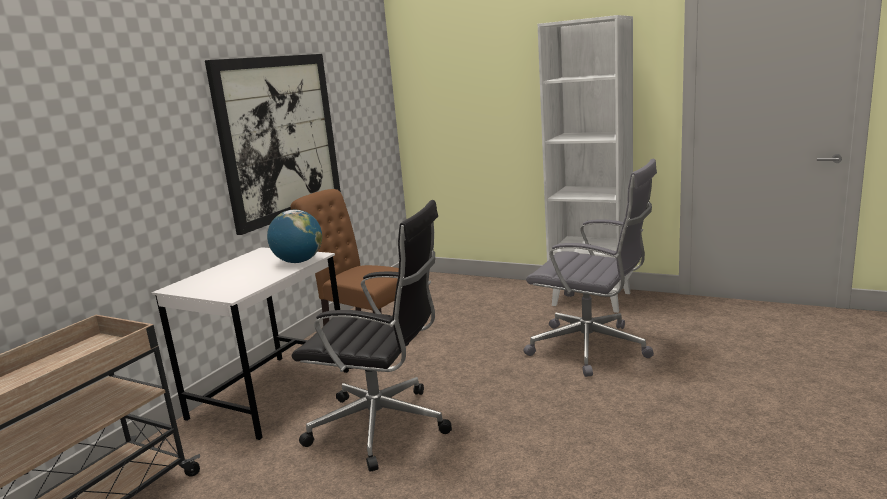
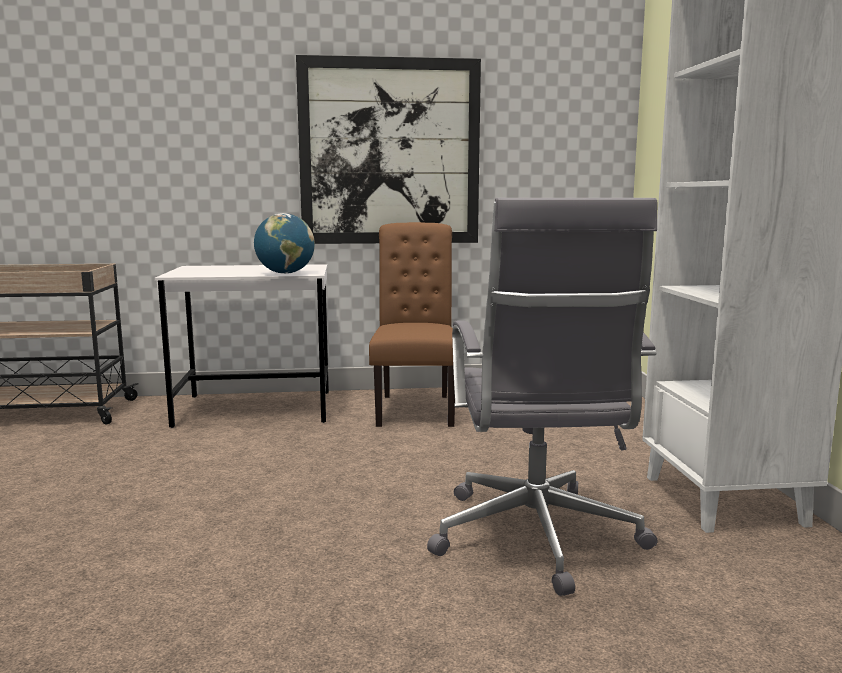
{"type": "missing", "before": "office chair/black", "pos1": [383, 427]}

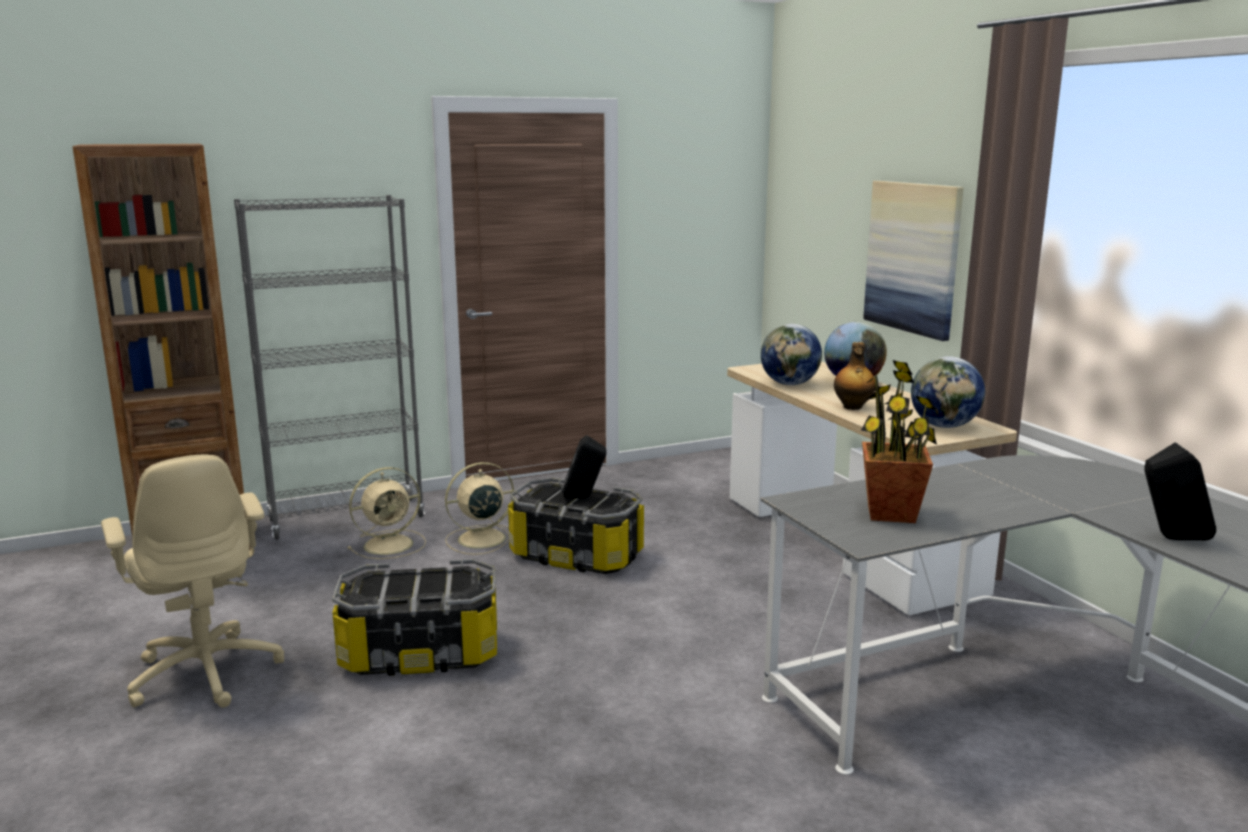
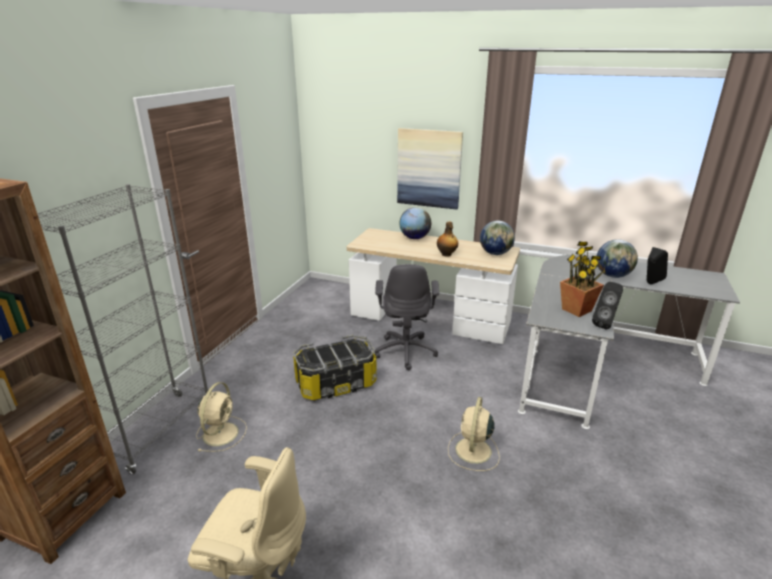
{"type": "appeared", "after": "office chair/grey", "pos2": [406, 351]}
{"type": "relocated", "before": "fan/beige", "pos1": [479, 539], "pos2": [473, 451]}
{"type": "relocated", "before": "speaker/black", "pos1": [584, 498], "pos2": [605, 324]}
{"type": "relocated", "before": "globe", "pos1": [790, 384], "pos2": [613, 276]}
{"type": "missing", "before": "storage box", "pos1": [421, 653]}

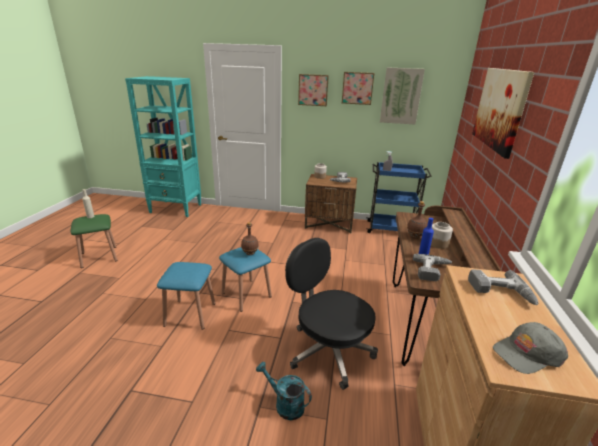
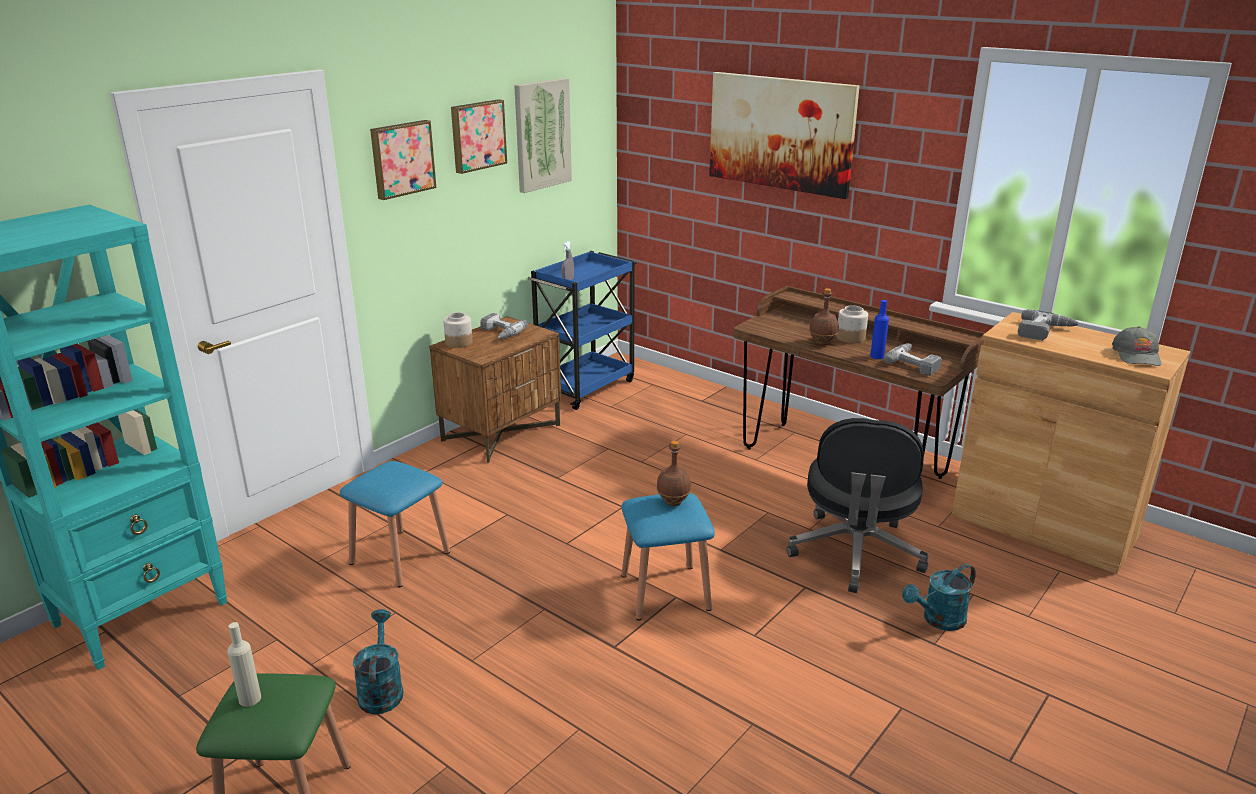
{"type": "relocated", "before": "stool/blue", "pos1": [190, 314], "pos2": [400, 557]}
{"type": "appeared", "after": "watering can/turquoise", "pos2": [381, 689]}
{"type": "spun", "before": "office chair/black", "pos1": [328, 350], "pos2": [855, 553], "turn": -60}

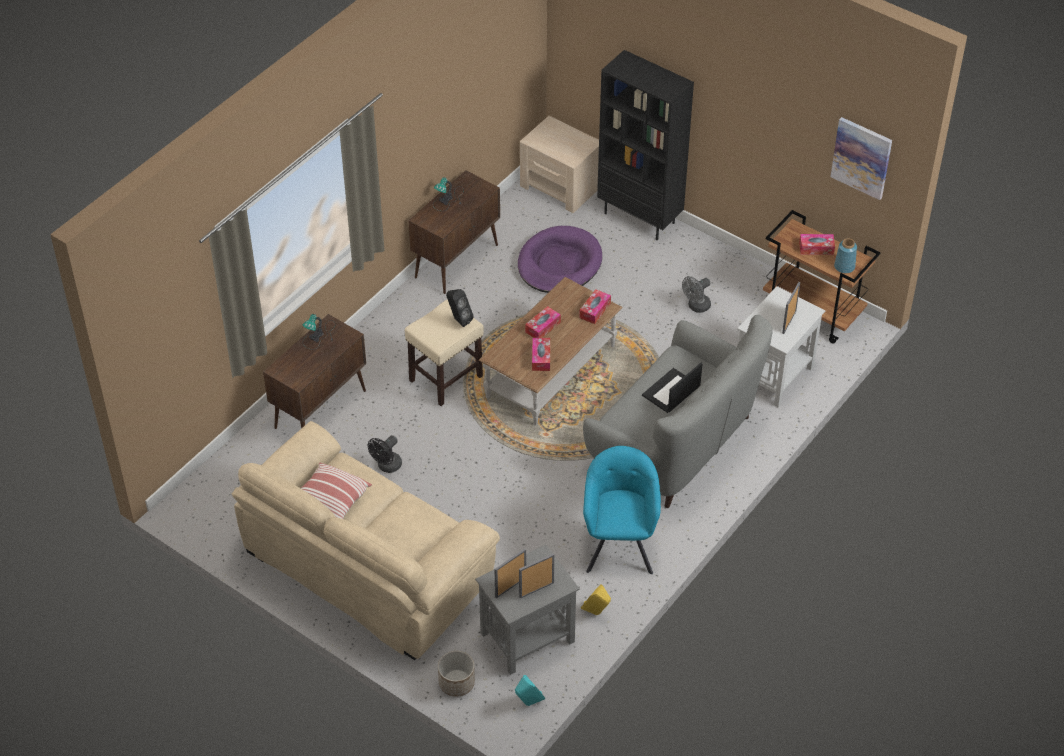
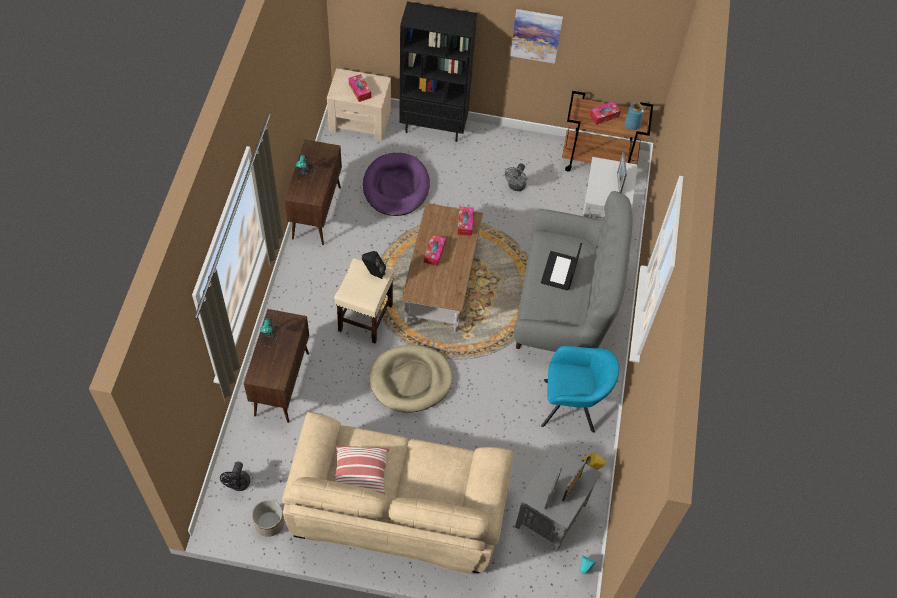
{"type": "relocated", "before": "fan/black", "pos1": [387, 466], "pos2": [238, 485]}
{"type": "relocated", "before": "planter", "pos1": [456, 683], "pos2": [269, 523]}
{"type": "relocated", "before": "tissue box", "pos1": [541, 358], "pos2": [360, 91]}
{"type": "appeared", "after": "dog bed/beige", "pos2": [410, 380]}
{"type": "relocated", "before": "picture", "pos1": [861, 157], "pos2": [536, 35]}
{"type": "spun", "before": "armchair/turquoise", "pos1": [619, 543], "pos2": [572, 405], "turn": 120}

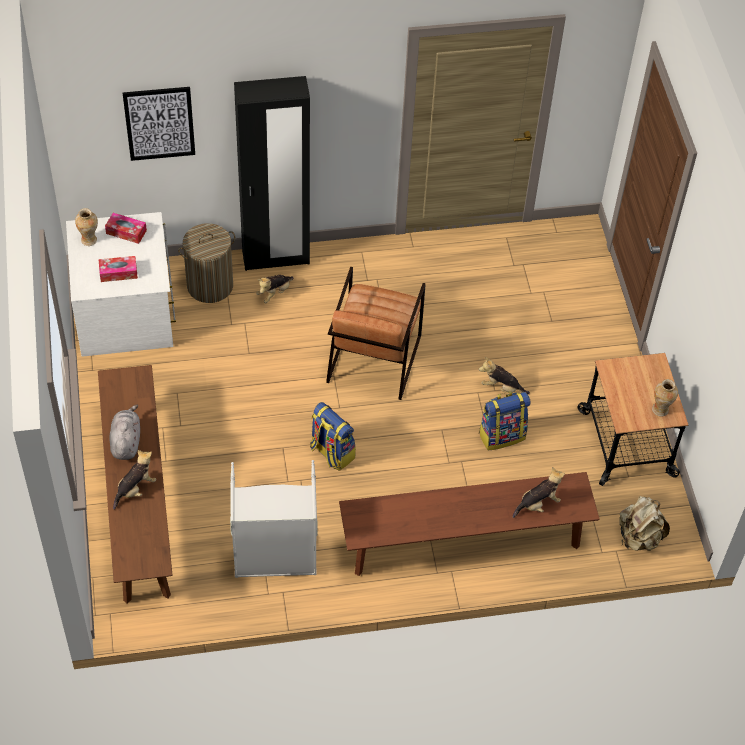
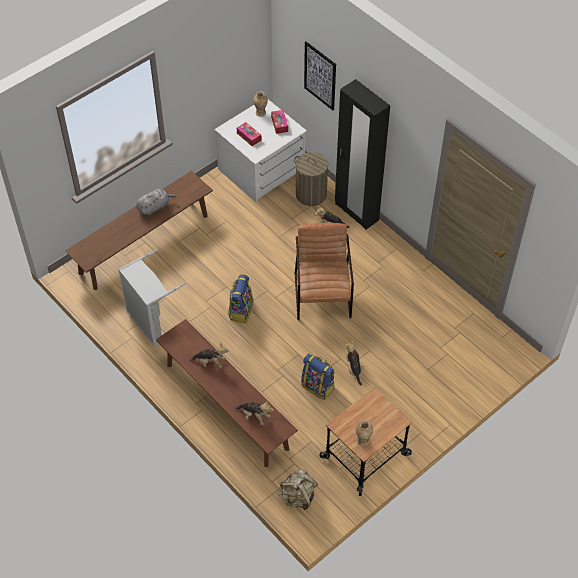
{"type": "relocated", "before": "plush toy", "pos1": [135, 489], "pos2": [210, 362]}
{"type": "spun", "before": "armchair/brown", "pos1": [373, 358], "pos2": [323, 295], "turn": 105}

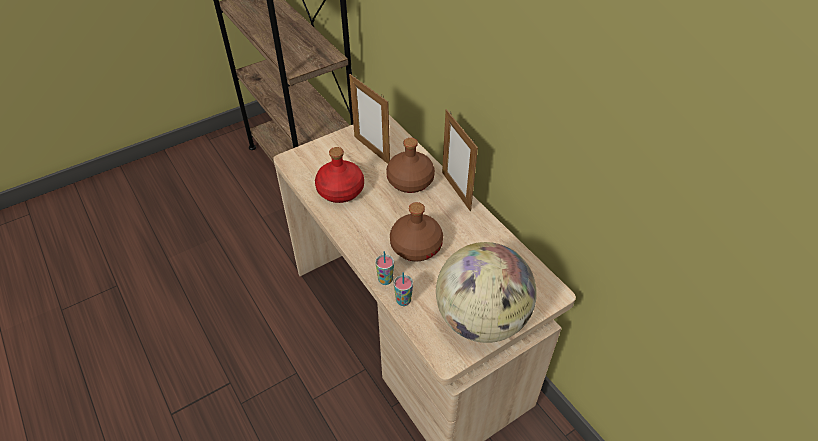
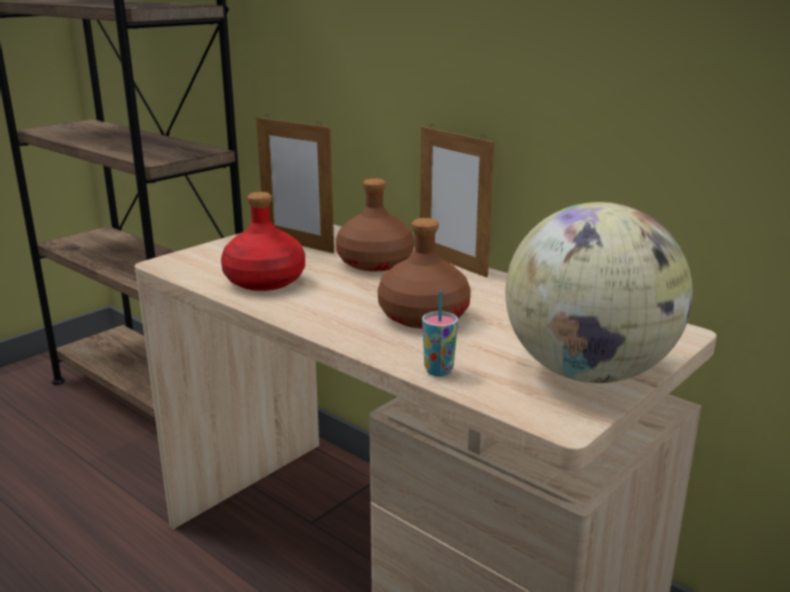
{"type": "missing", "before": "cup", "pos1": [385, 280]}

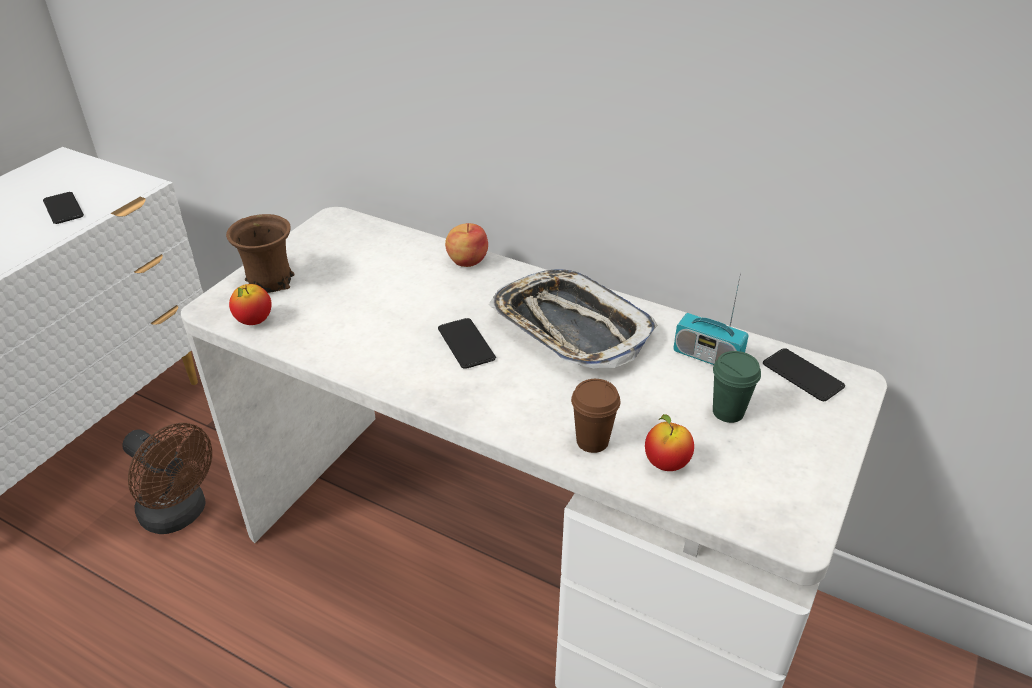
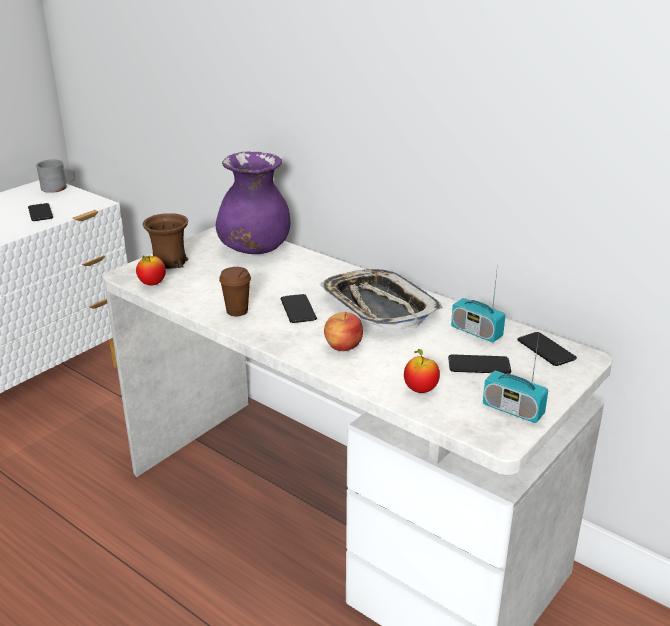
{"type": "appeared", "after": "mug/grey", "pos2": [58, 188]}
{"type": "appeared", "after": "vase/purple", "pos2": [254, 250]}
{"type": "relocated", "before": "cup/brown", "pos1": [592, 441], "pos2": [237, 311]}
{"type": "relocated", "before": "apple", "pos1": [467, 260], "pos2": [343, 346]}
{"type": "exchanged", "before": "cup/green", "after": "phone", "pos1": [728, 412], "pos2": [479, 365]}
{"type": "appeared", "after": "radio", "pos2": [513, 410]}
{"type": "missing", "before": "fan/brown", "pos1": [180, 514]}

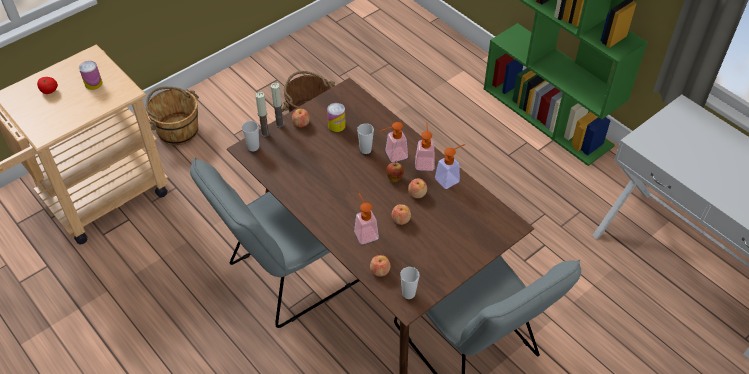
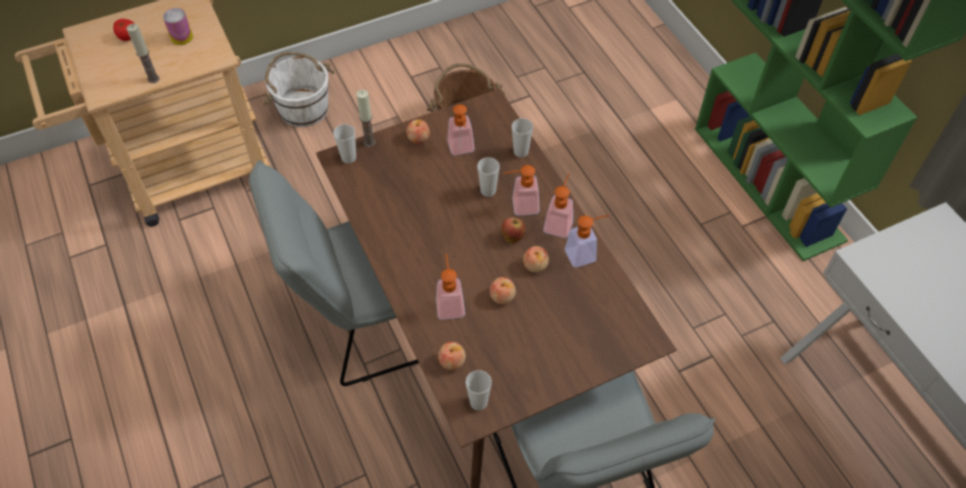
{"type": "relocated", "before": "candle", "pos1": [279, 124], "pos2": [153, 79]}
{"type": "colour", "before": "bucket/brown", "after": "bucket/white", "pos1": [177, 130], "pos2": [303, 108]}
{"type": "exchanged", "before": "can", "after": "soap dispenser", "pos1": [336, 125], "pos2": [462, 150]}
{"type": "appeared", "after": "cup", "pos2": [521, 152]}

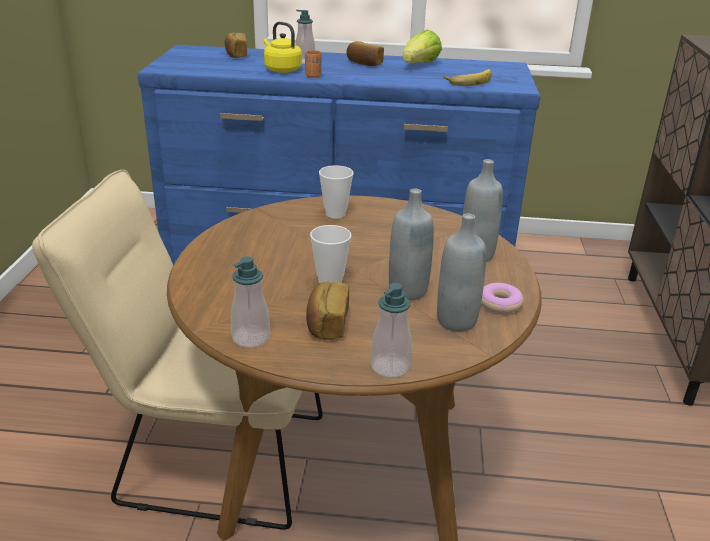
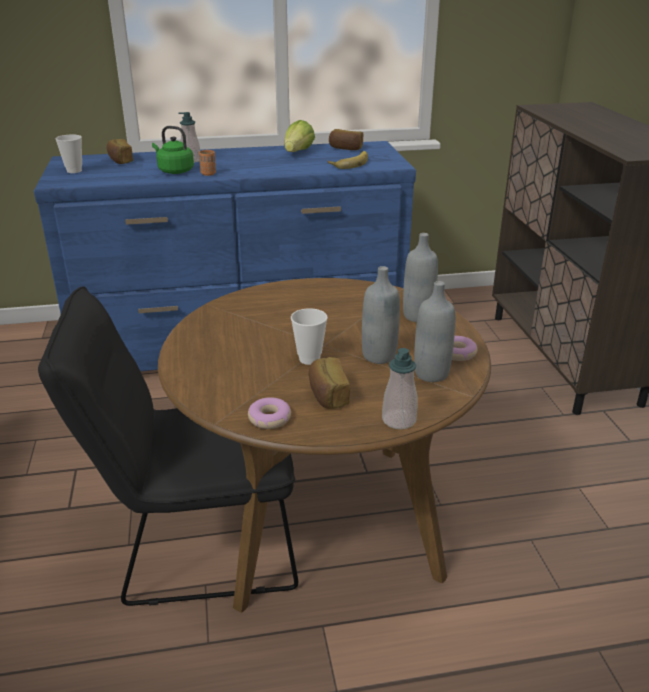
{"type": "colour", "before": "chair/beige", "after": "chair/black", "pos1": [209, 457], "pos2": [196, 543]}
{"type": "relocated", "before": "cup", "pos1": [335, 214], "pos2": [74, 171]}
{"type": "colour", "before": "kettle/yellow", "after": "kettle/green", "pos1": [281, 70], "pos2": [174, 171]}
{"type": "exchanged", "before": "soap dispenser", "after": "donut", "pos1": [251, 337], "pos2": [269, 419]}
{"type": "relocated", "before": "bread", "pos1": [364, 63], "pos2": [345, 148]}

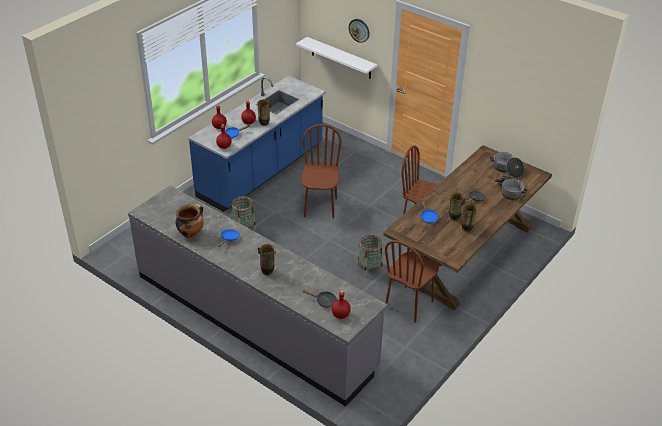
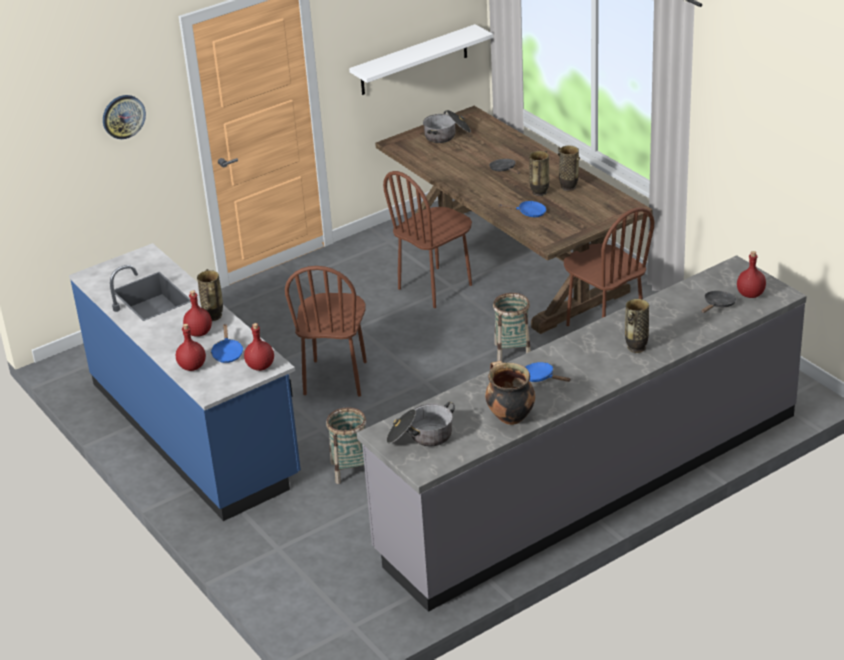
{"type": "spun", "before": "chair/brown", "pos1": [320, 207], "pos2": [336, 378], "turn": -105}
{"type": "relocated", "before": "shelf/white", "pos1": [341, 58], "pos2": [414, 60]}
{"type": "relocated", "before": "cooking pot", "pos1": [508, 191], "pos2": [420, 436]}

